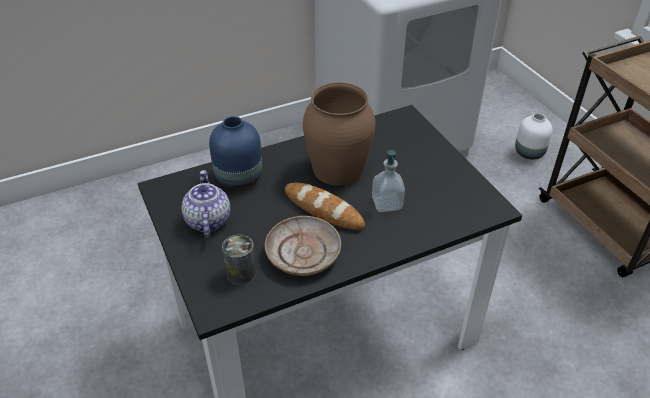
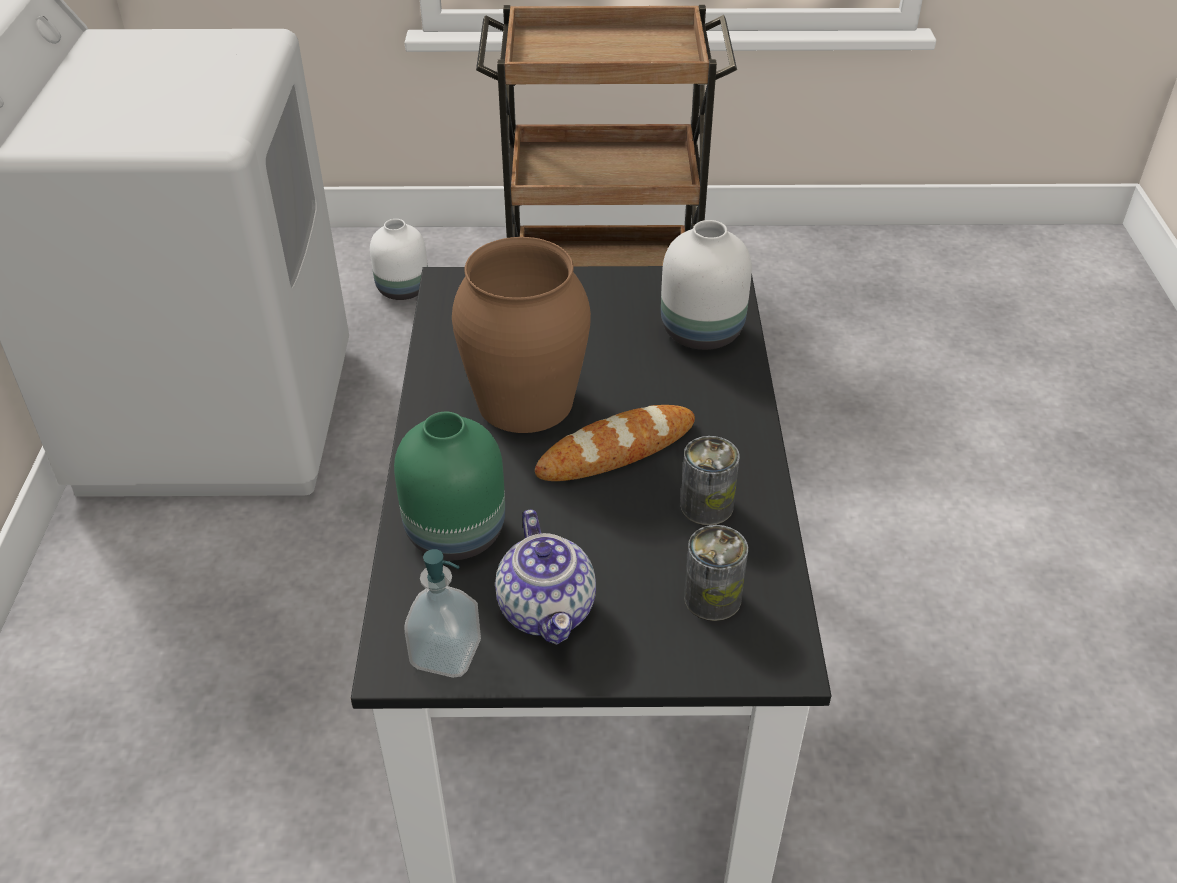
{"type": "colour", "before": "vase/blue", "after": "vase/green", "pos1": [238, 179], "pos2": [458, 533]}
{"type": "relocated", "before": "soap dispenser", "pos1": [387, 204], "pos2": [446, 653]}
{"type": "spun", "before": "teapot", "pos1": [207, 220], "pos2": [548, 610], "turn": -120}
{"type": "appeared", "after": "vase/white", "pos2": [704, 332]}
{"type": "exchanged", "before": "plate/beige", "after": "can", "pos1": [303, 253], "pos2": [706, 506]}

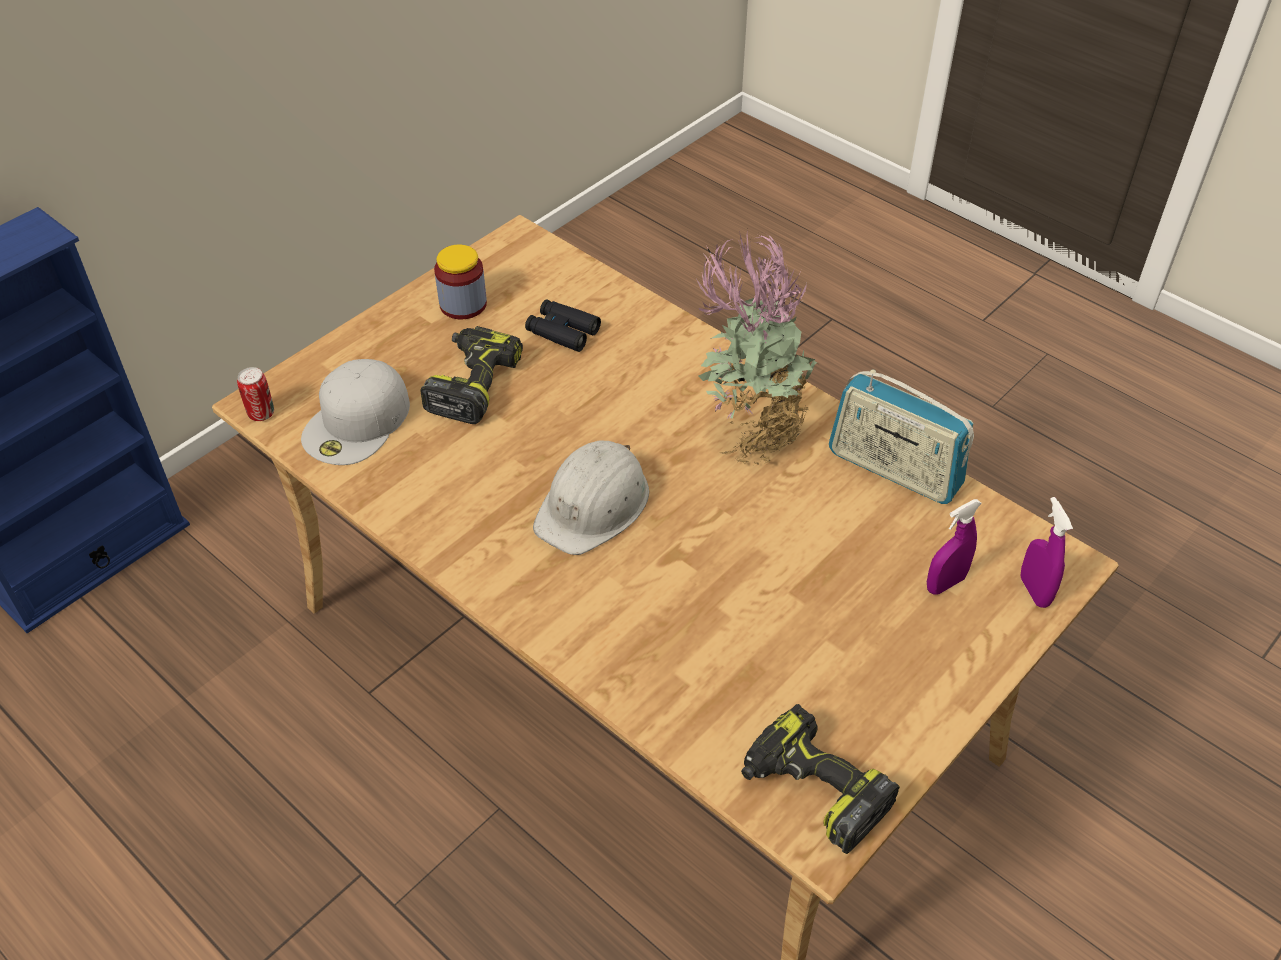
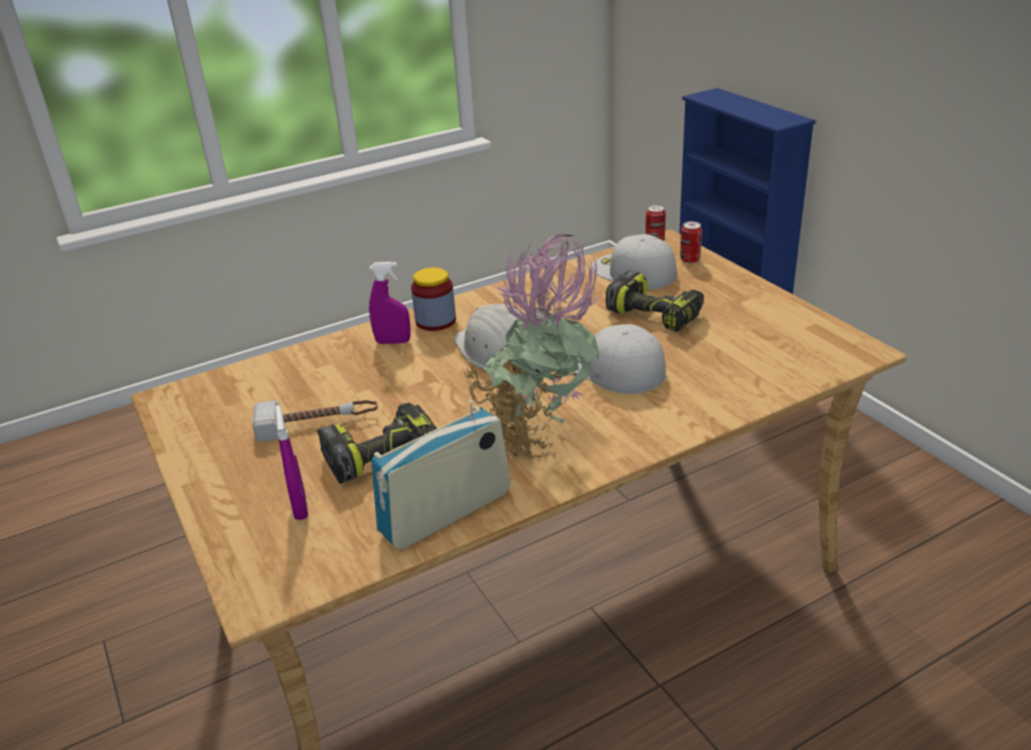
{"type": "appeared", "after": "hammer", "pos2": [317, 423]}
{"type": "relocated", "before": "power drill", "pos1": [812, 789], "pos2": [382, 453]}
{"type": "relocated", "before": "spray bottle/purple", "pos1": [1034, 591], "pos2": [393, 342]}
{"type": "relocated", "before": "jar", "pos1": [463, 304], "pos2": [435, 321]}
{"type": "appeared", "after": "cap/white", "pos2": [614, 367]}
{"type": "appeared", "after": "can", "pos2": [690, 260]}
{"type": "missing", "before": "binoculars/black", "pos1": [562, 331]}

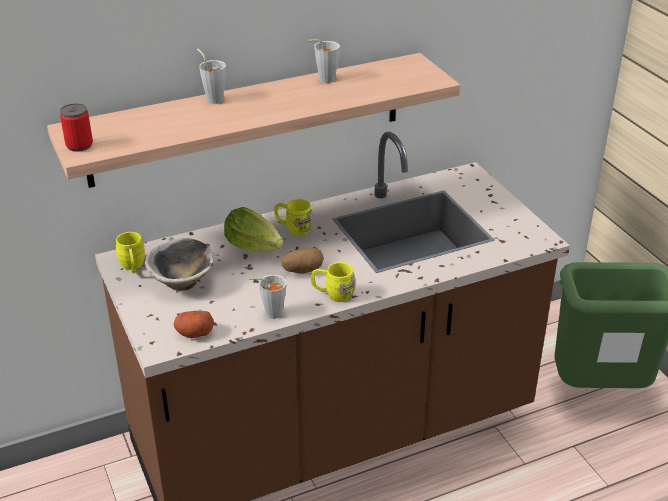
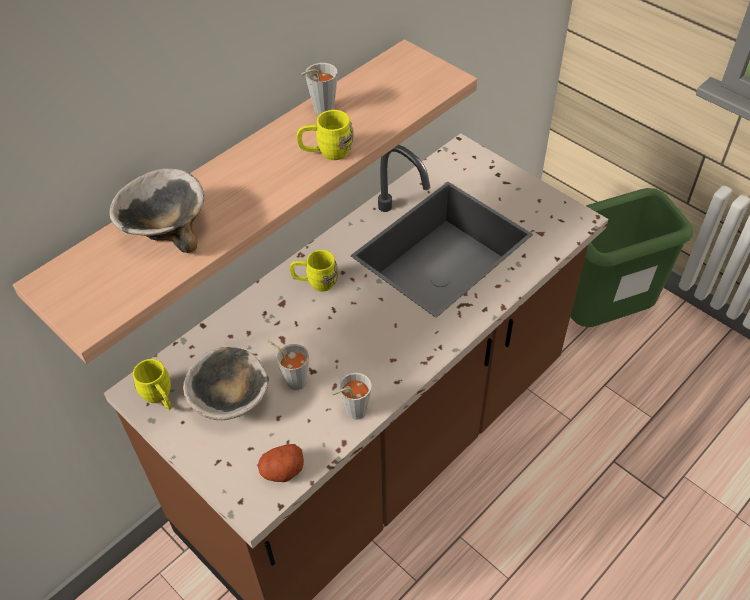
{"type": "appeared", "after": "bowl", "pos2": [165, 229]}
{"type": "relocated", "before": "cup/grey", "pos1": [213, 98], "pos2": [293, 379]}
{"type": "relocated", "before": "mug/yellow", "pos1": [333, 294], "pos2": [326, 152]}
{"type": "missing", "before": "can", "pos1": [79, 145]}
{"type": "missing", "before": "lettuce", "pos1": [256, 249]}
{"type": "missing", "before": "potato", "pos1": [303, 270]}

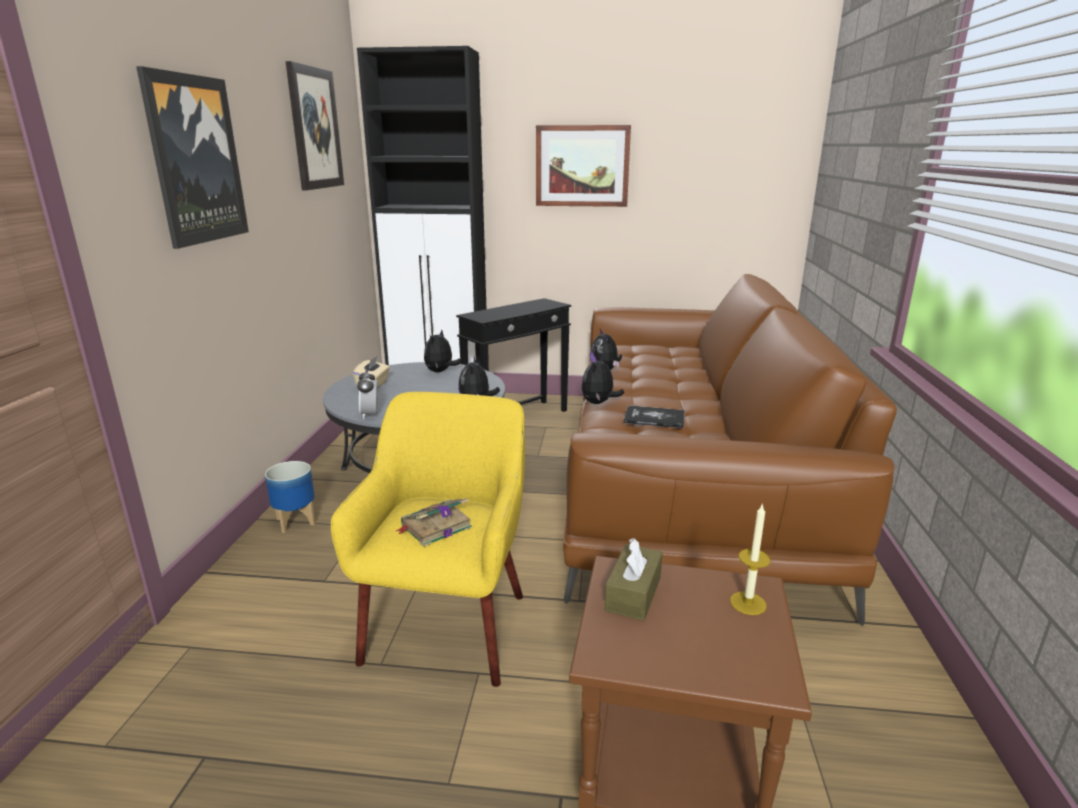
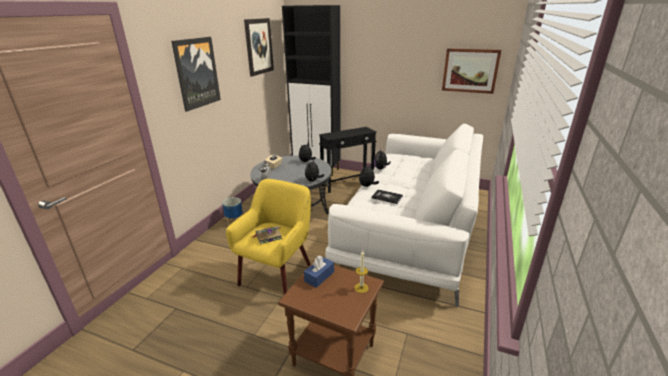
{"type": "colour", "before": "tissue box/brown", "after": "tissue box/blue", "pos1": [633, 594], "pos2": [319, 276]}
{"type": "colour", "before": "sofa/brown", "after": "sofa/white", "pos1": [684, 484], "pos2": [411, 227]}
{"type": "relocated", "before": "picture", "pos1": [582, 166], "pos2": [470, 70]}

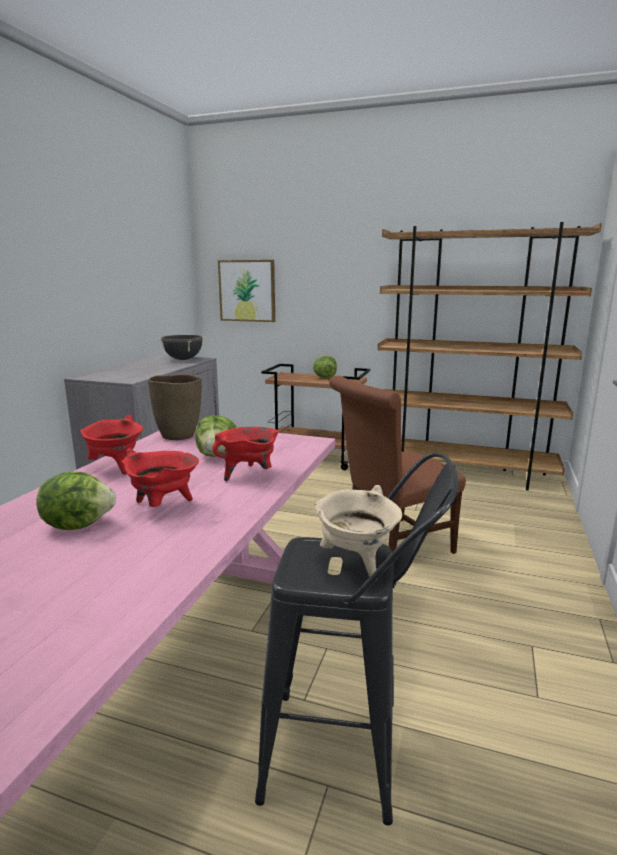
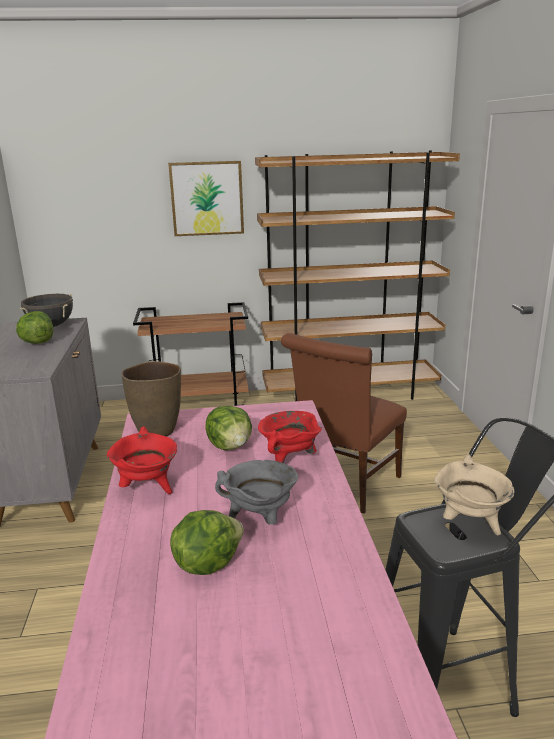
{"type": "relocated", "before": "lettuce", "pos1": [324, 377], "pos2": [37, 342]}
{"type": "relocated", "before": "picture", "pos1": [247, 291], "pos2": [207, 198]}
{"type": "colour", "before": "cooking pot/red", "after": "cooking pot/grey", "pos1": [163, 507], "pos2": [260, 520]}

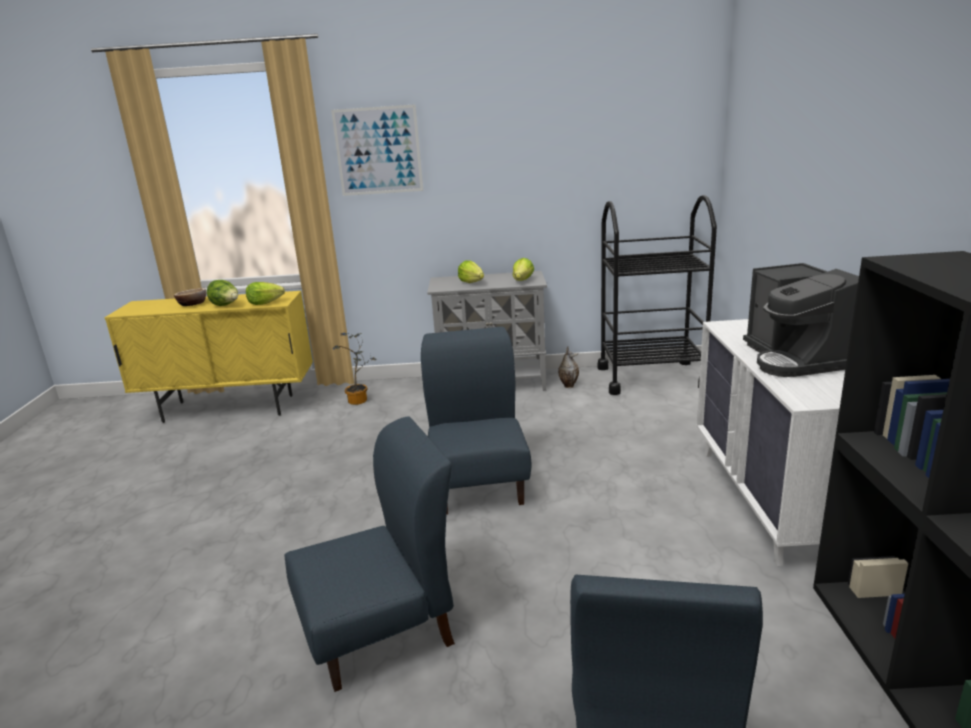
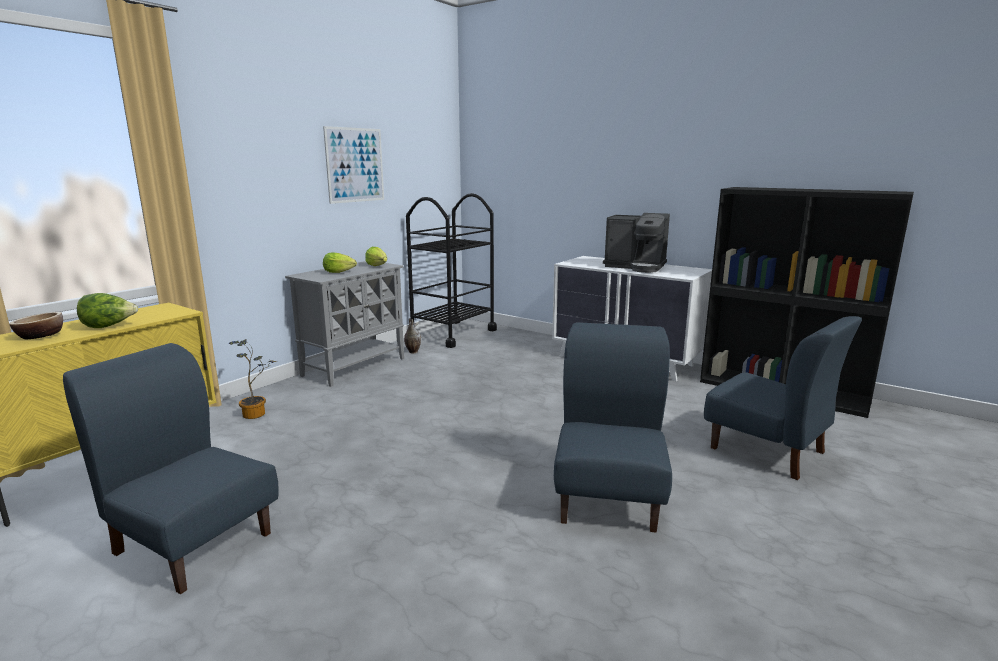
{"type": "relocated", "before": "chair/blue", "pos1": [479, 484], "pos2": [193, 542]}
{"type": "relocated", "before": "picture", "pos1": [378, 151], "pos2": [355, 165]}
{"type": "missing", "before": "lettuce", "pos1": [264, 303]}

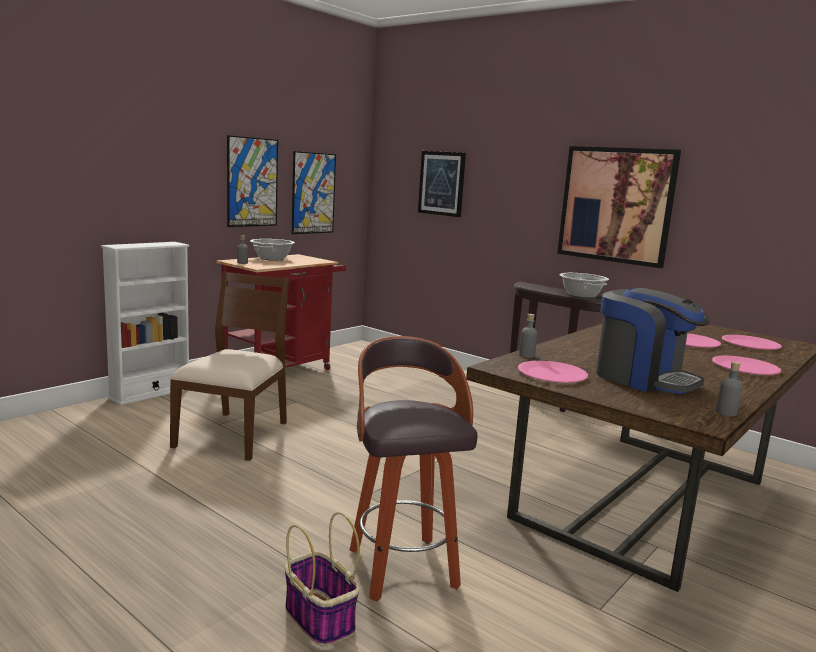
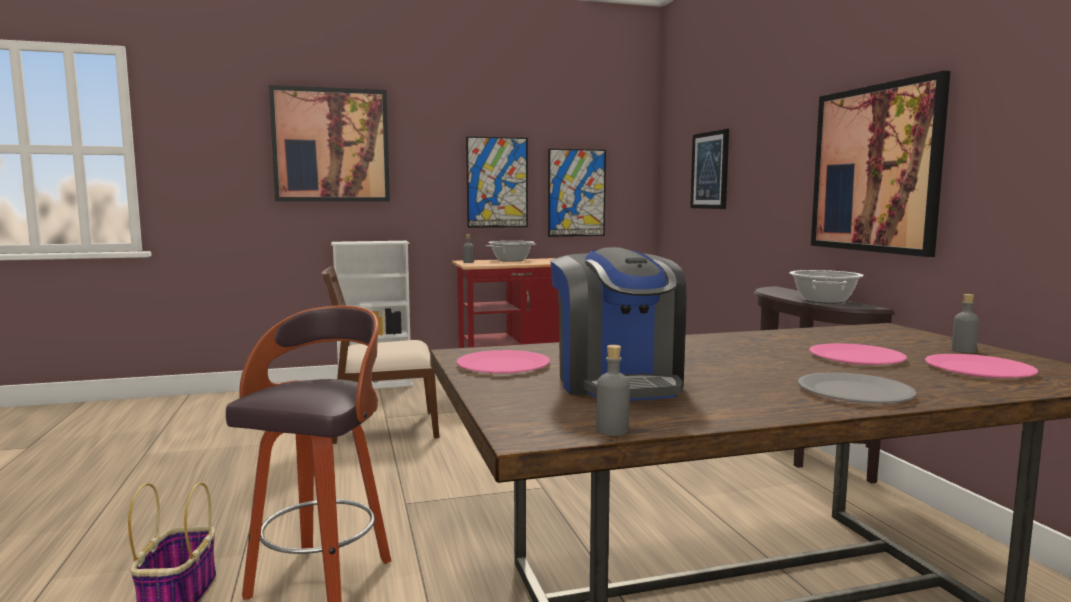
{"type": "appeared", "after": "picture", "pos2": [331, 145]}
{"type": "spun", "before": "chair/brown", "pos1": [234, 434], "pos2": [384, 427], "turn": -150}
{"type": "colour", "before": "plate/pink", "after": "plate/grey", "pos1": [745, 367], "pos2": [855, 392]}
{"type": "relocated", "before": "bottle/grey", "pos1": [526, 355], "pos2": [963, 350]}

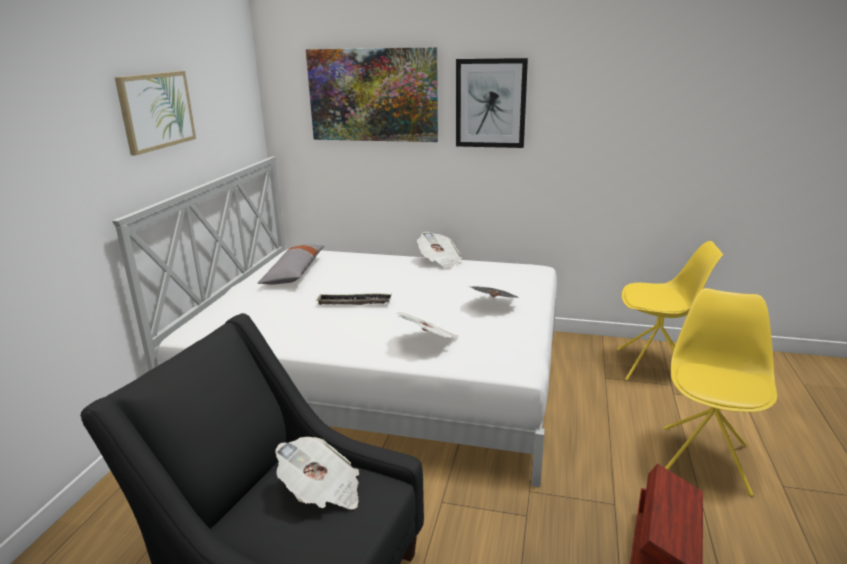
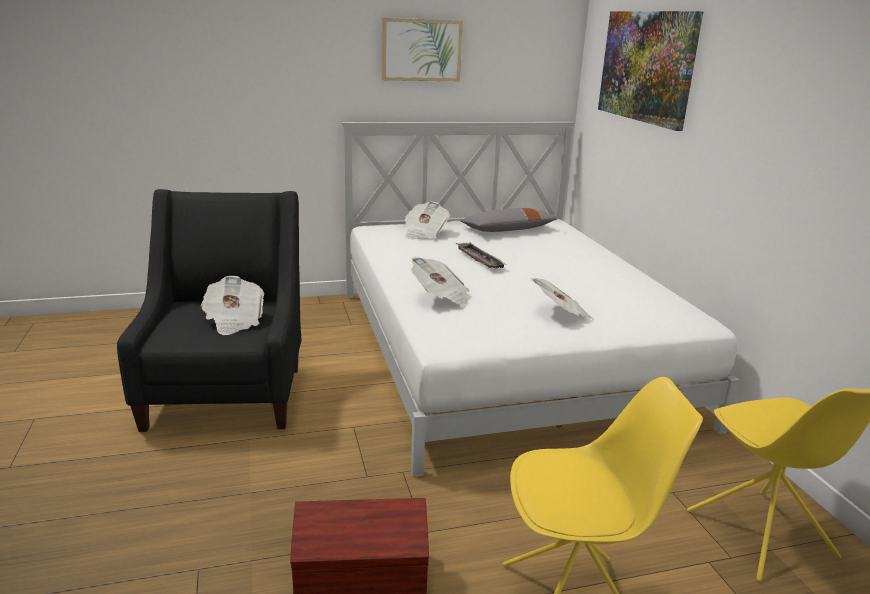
{"type": "relocated", "before": "newspaper", "pos1": [439, 261], "pos2": [424, 233]}
{"type": "missing", "before": "picture", "pos1": [490, 103]}

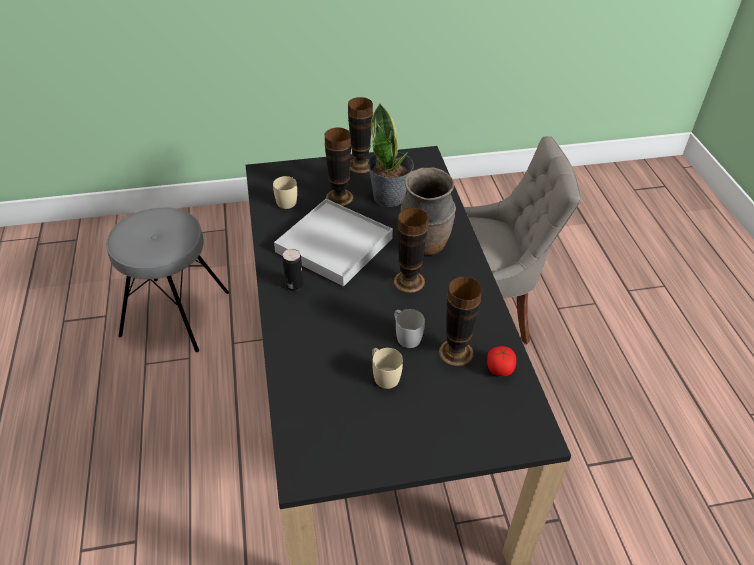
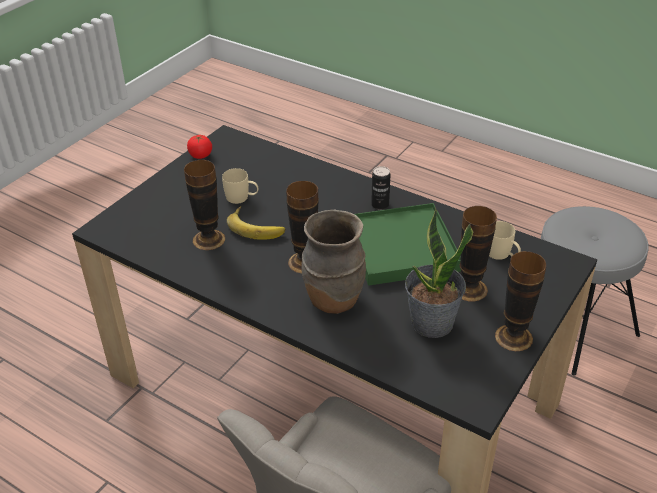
{"type": "relocated", "before": "tomato", "pos1": [499, 369], "pos2": [200, 155]}
{"type": "exchanged", "before": "mug/white", "after": "banana", "pos1": [405, 335], "pos2": [257, 226]}
{"type": "colour", "before": "tray/white", "after": "tray/green", "pos1": [334, 245], "pos2": [402, 247]}

